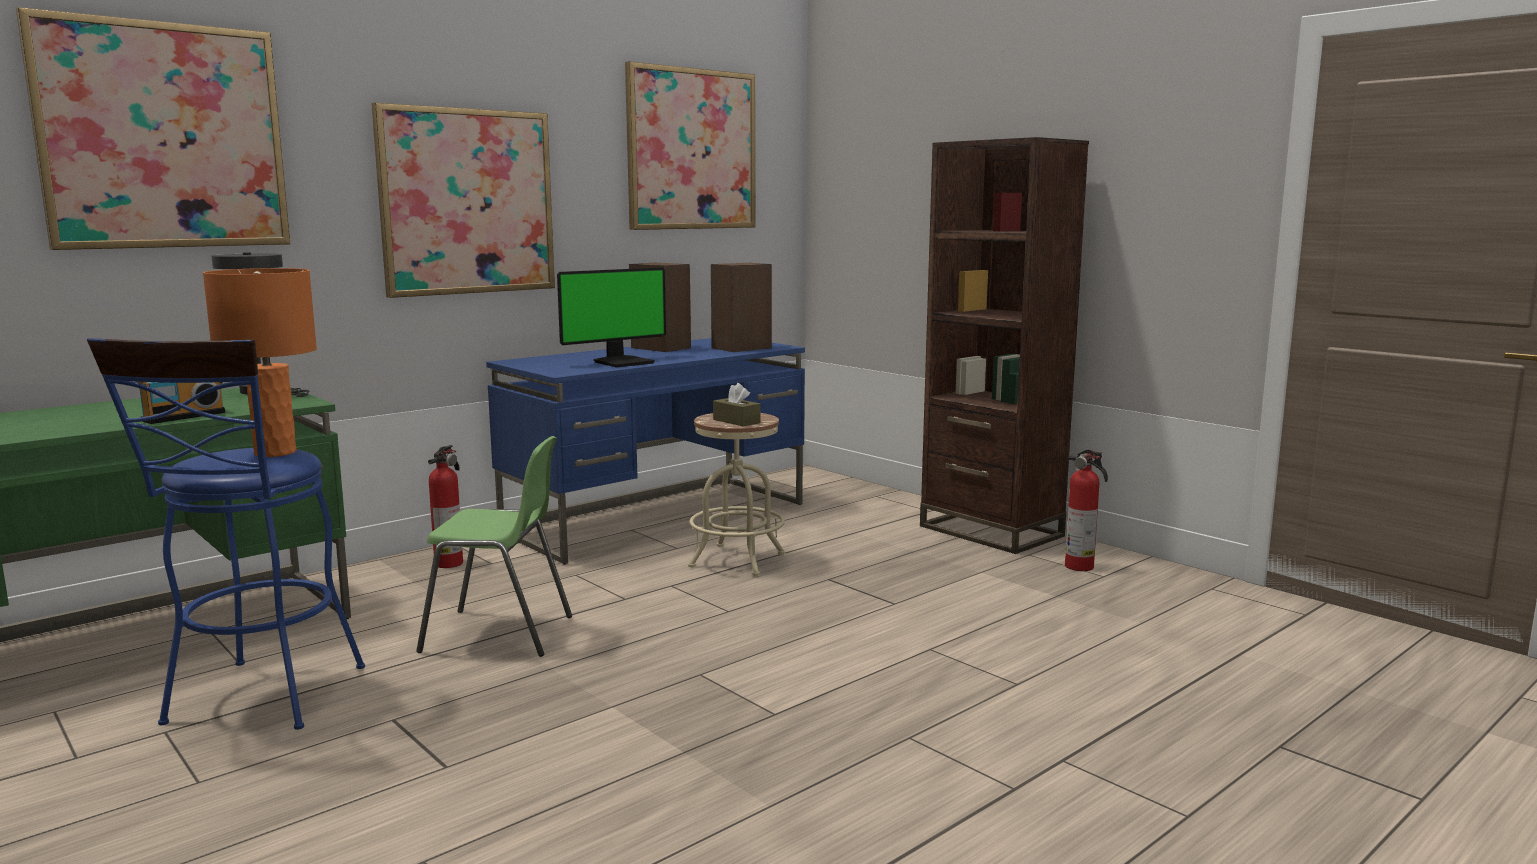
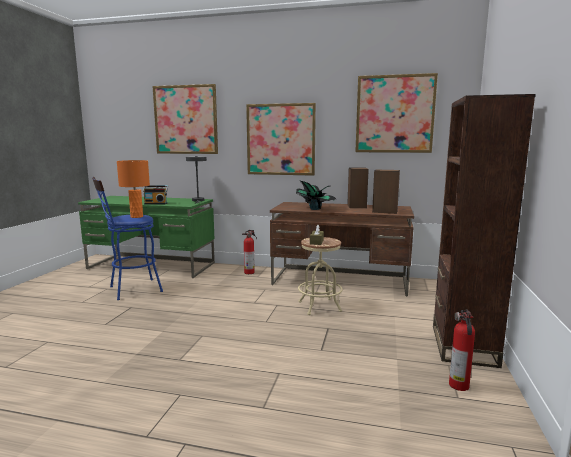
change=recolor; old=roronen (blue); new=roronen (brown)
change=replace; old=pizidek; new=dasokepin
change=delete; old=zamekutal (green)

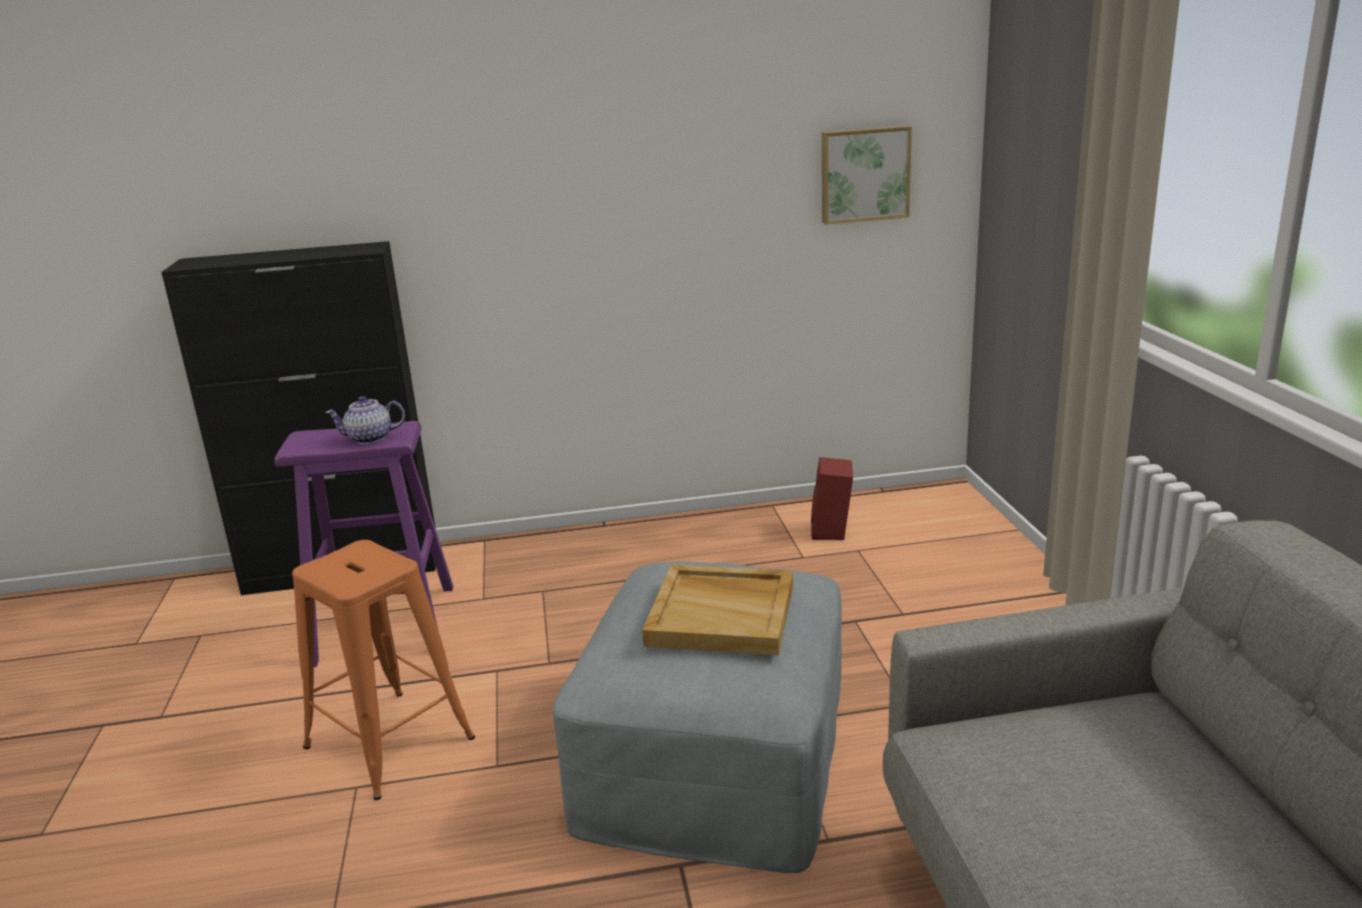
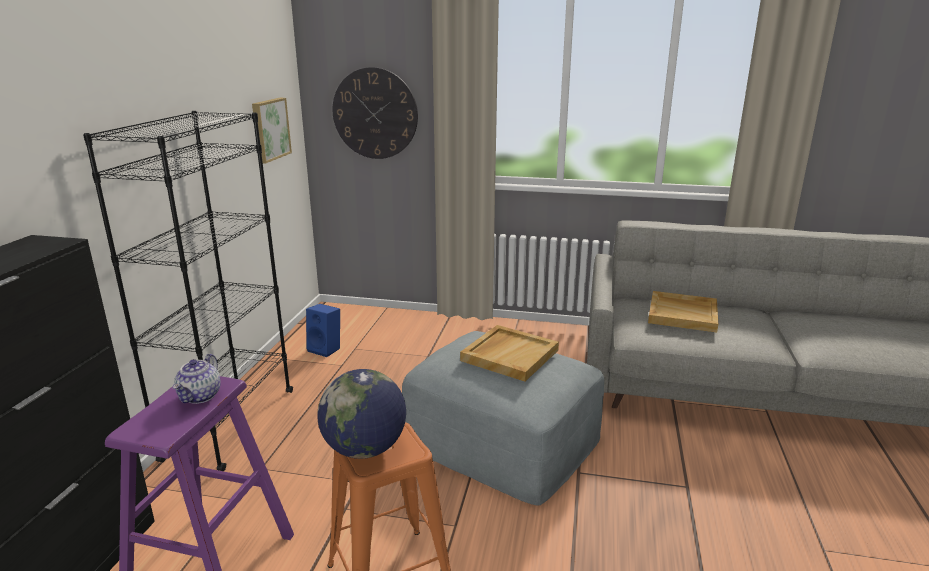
change=insert; new=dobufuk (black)
change=recolor; old=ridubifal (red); new=ridubifal (blue)
change=insert; new=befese
change=insert; new=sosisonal
change=insert; new=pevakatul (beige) (2nd from left)

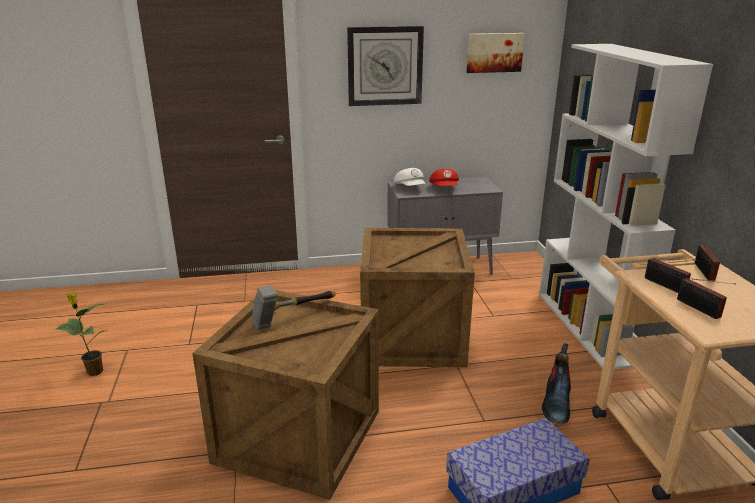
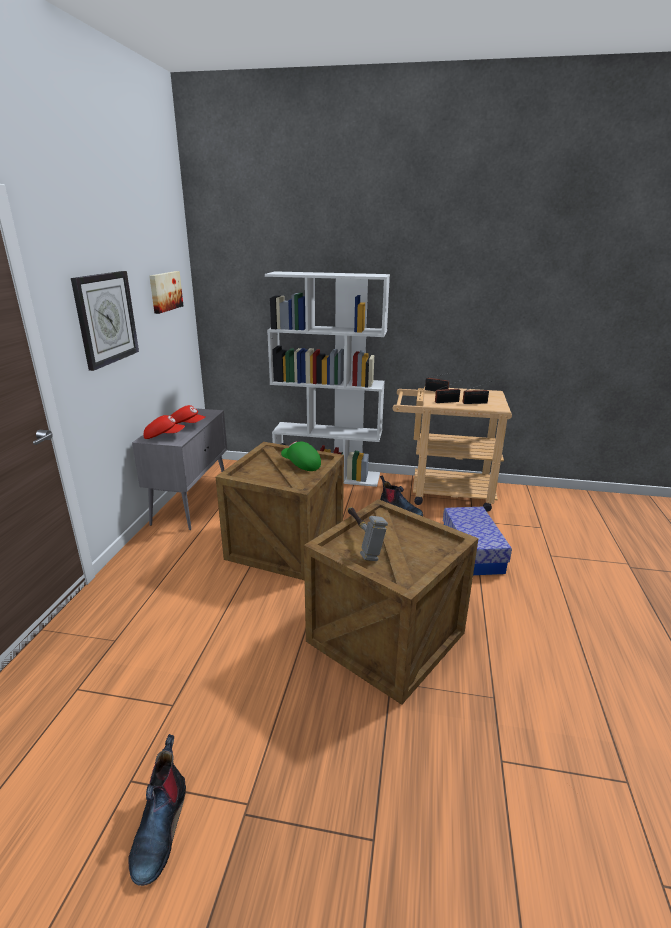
change=replace; old=dasokepin; new=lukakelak (1st from left)
change=recolor; old=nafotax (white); new=nafotax (red) (1st from left)
change=insert; new=nafotax (green)

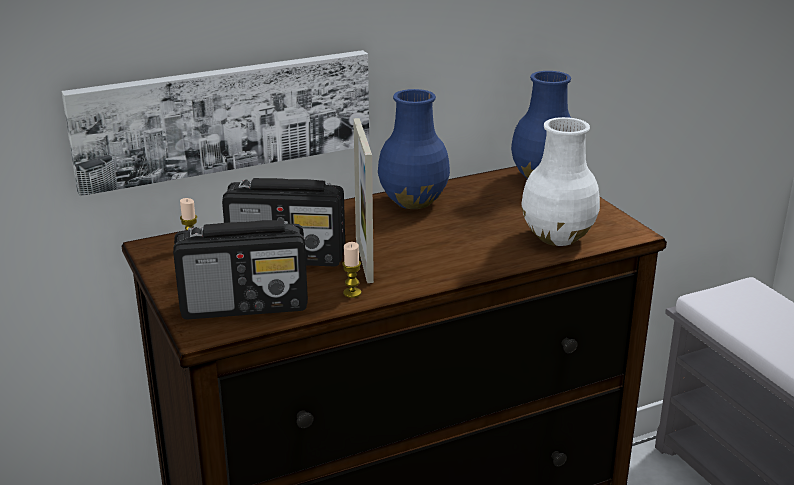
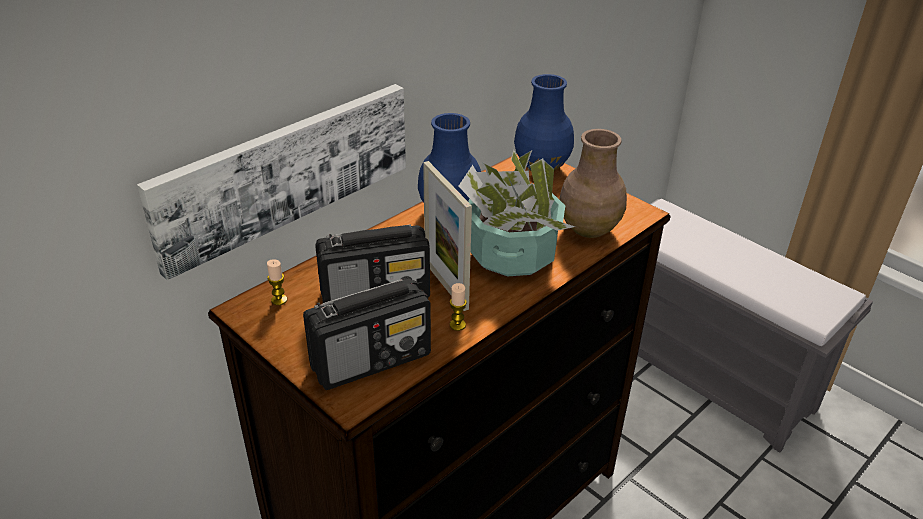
change=insert; new=dasokepin
change=recolor; old=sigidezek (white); new=sigidezek (brown)

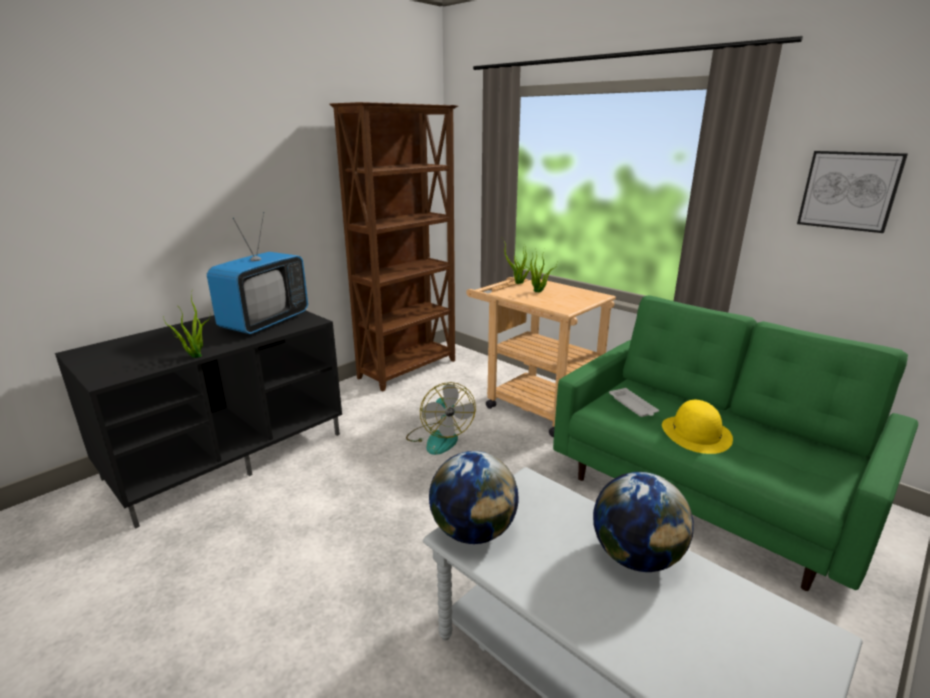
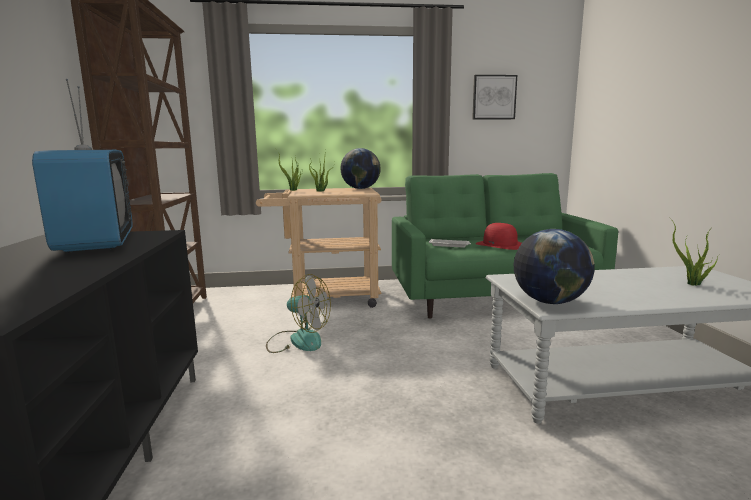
change=move; old=befese (2nd from left in the first image); new=befese (1st from left)
change=recolor; old=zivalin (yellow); new=zivalin (red)
change=move; old=dasokepin (1st from left in the first image); new=dasokepin (3rd from left)

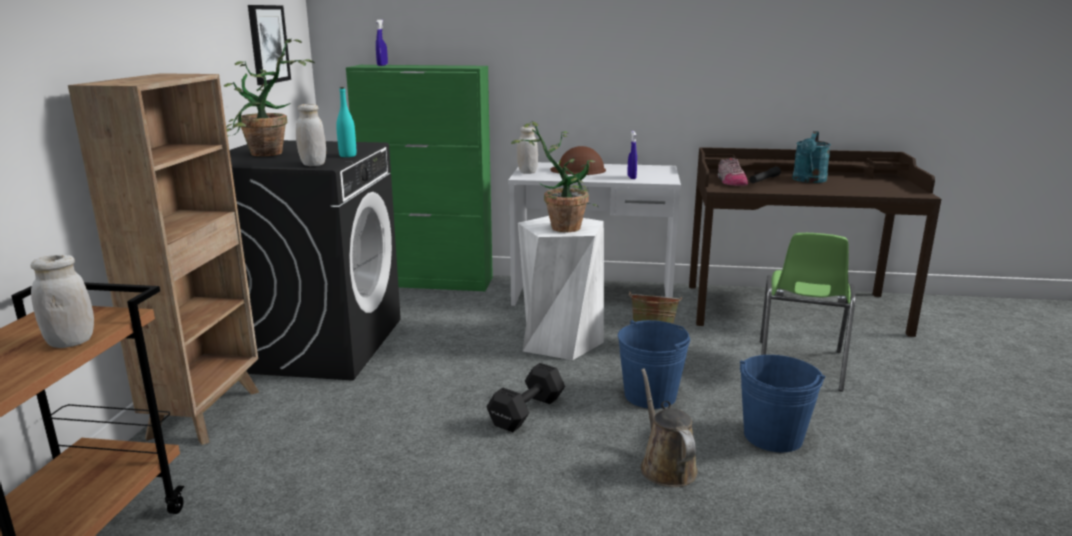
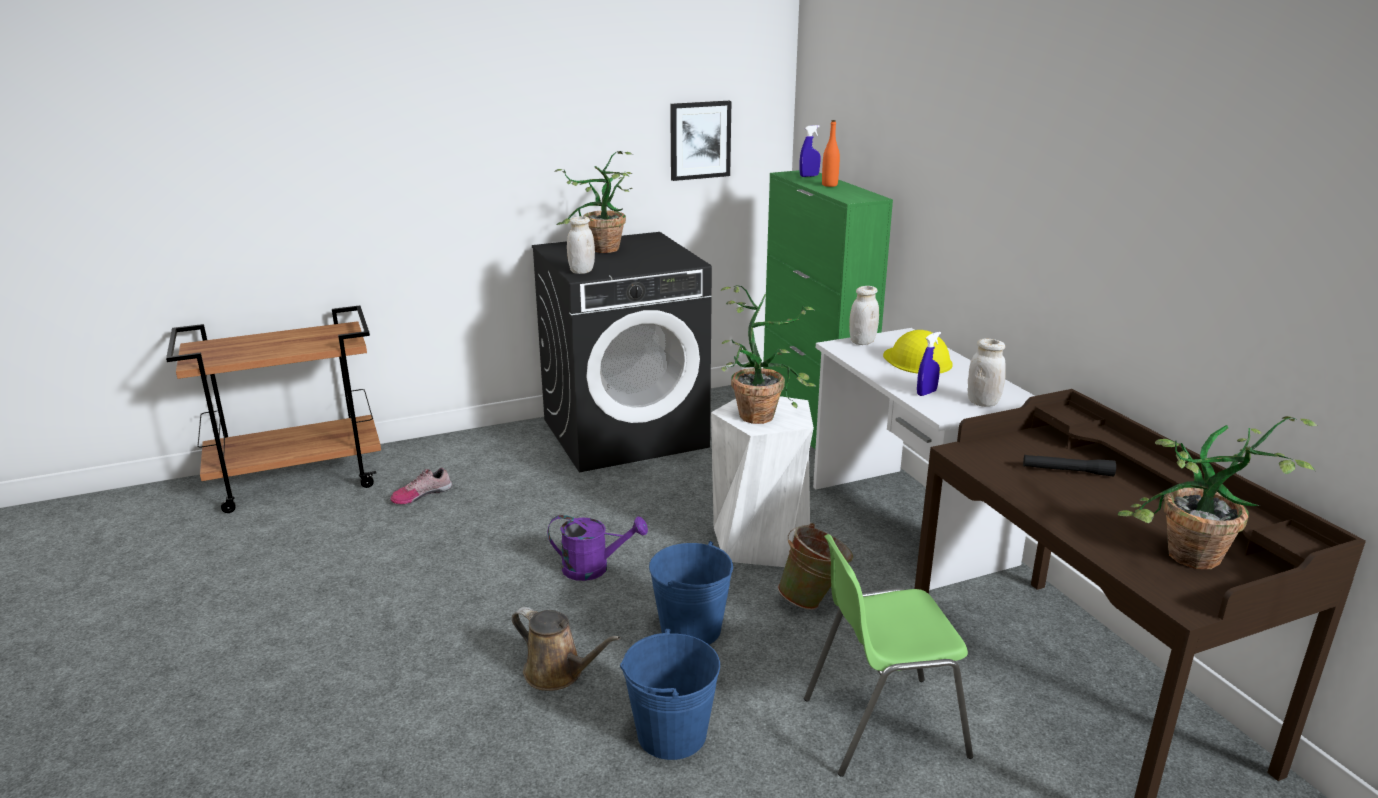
change=move; old=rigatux
change=rotate; old=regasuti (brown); degrees=75
change=replace; old=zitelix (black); new=regasuti (purple)
change=insert; new=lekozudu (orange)
change=recolor; old=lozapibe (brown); new=lozapibe (yellow)
change=move; old=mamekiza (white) (1st from left in the first image); new=mamekiza (white) (3rd from left)
change=insert; new=dasokepin (3rd from left)
change=delete; old=dobufuk (brown)
change=delete; old=lekozudu (turquoise)
change=delete; old=regasuti (turquoise)

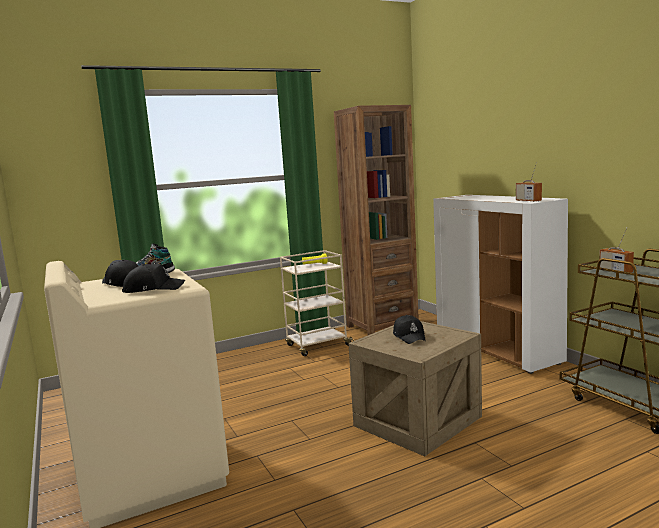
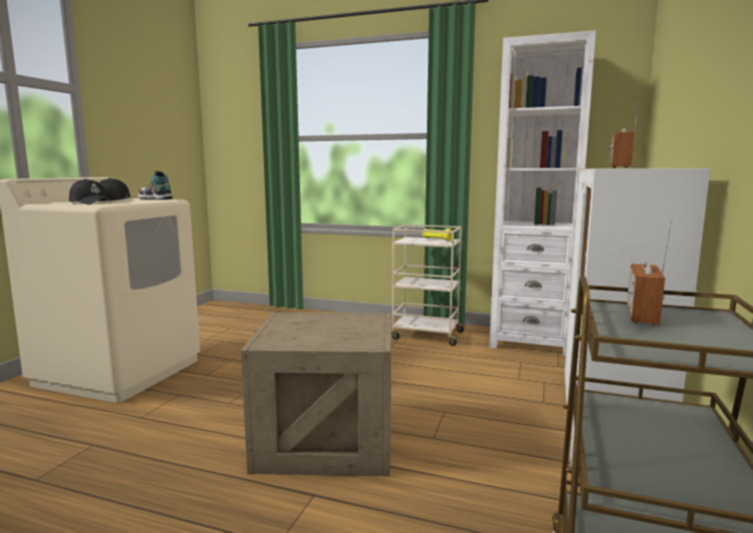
change=recolor; old=dobufuk (brown); new=dobufuk (white)
change=delete; old=nafotax (black) (3rd from left)

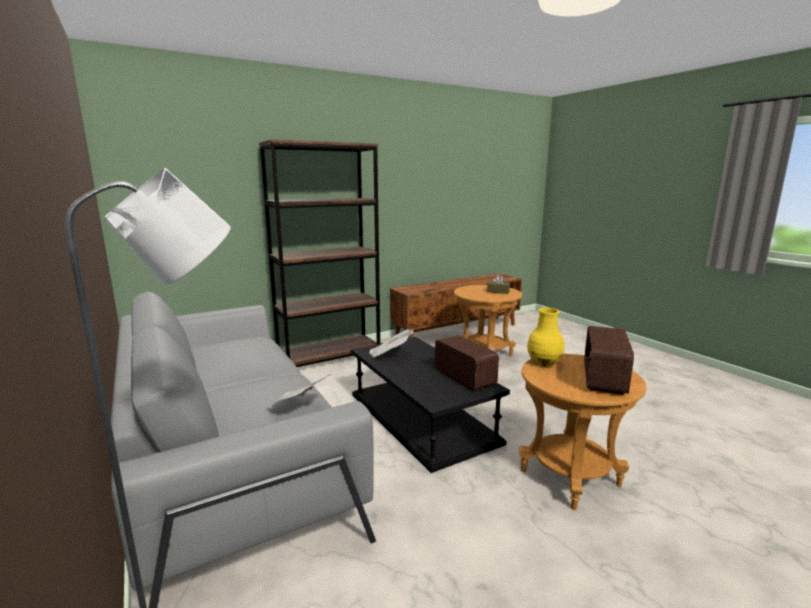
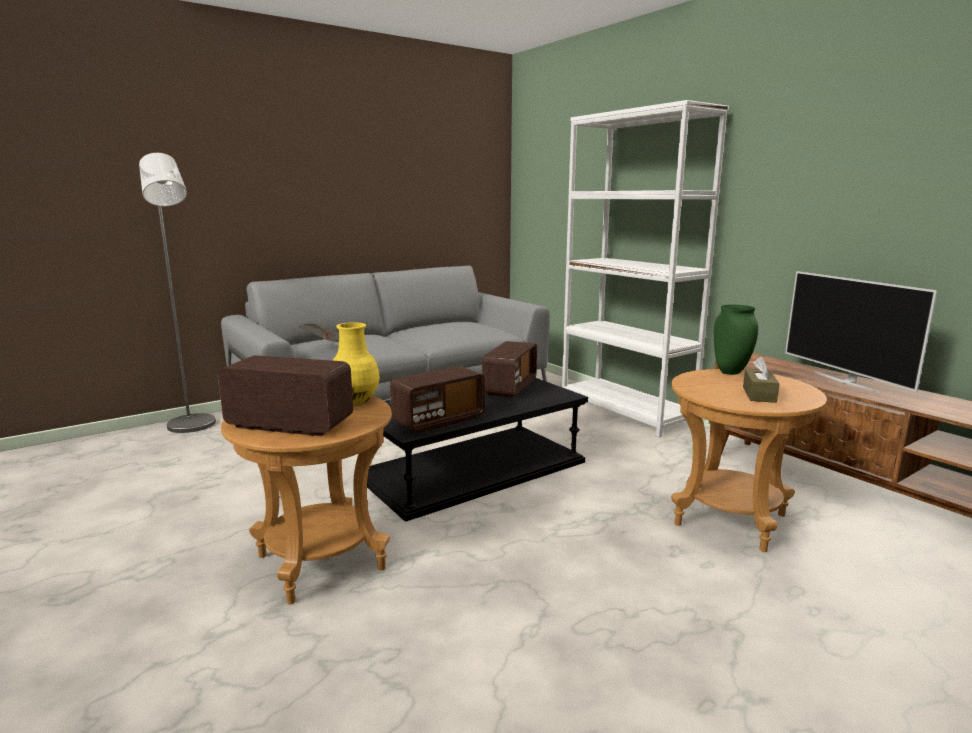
change=replace; old=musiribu (2nd from left); new=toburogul (3rd from left)
change=recolor; old=dobufuk (brown); new=dobufuk (white)
change=insert; new=sigidezek (green)
change=insert; new=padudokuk

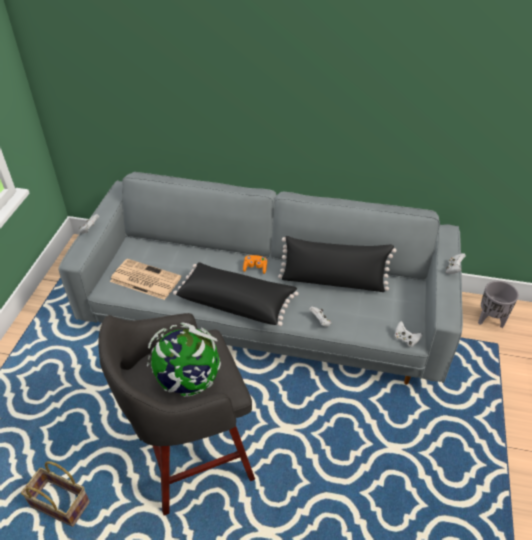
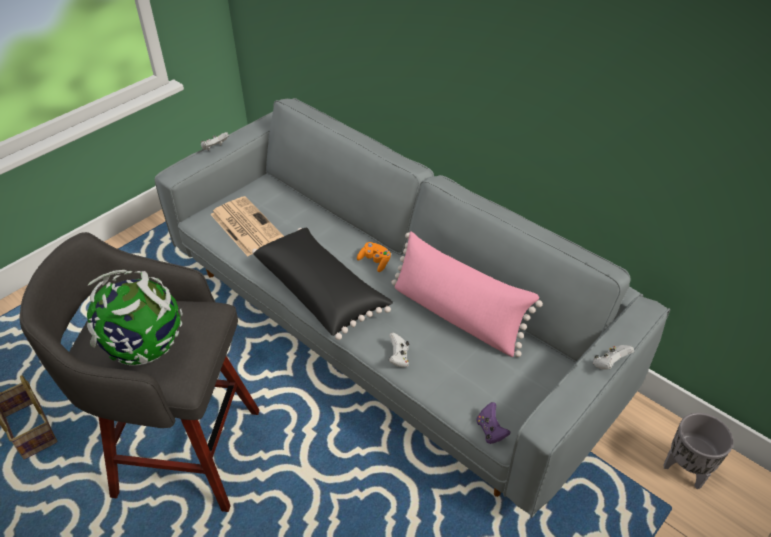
change=recolor; old=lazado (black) (2nd from left); new=lazado (pink)
change=recolor; old=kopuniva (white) (3rd from left); new=kopuniva (purple)

